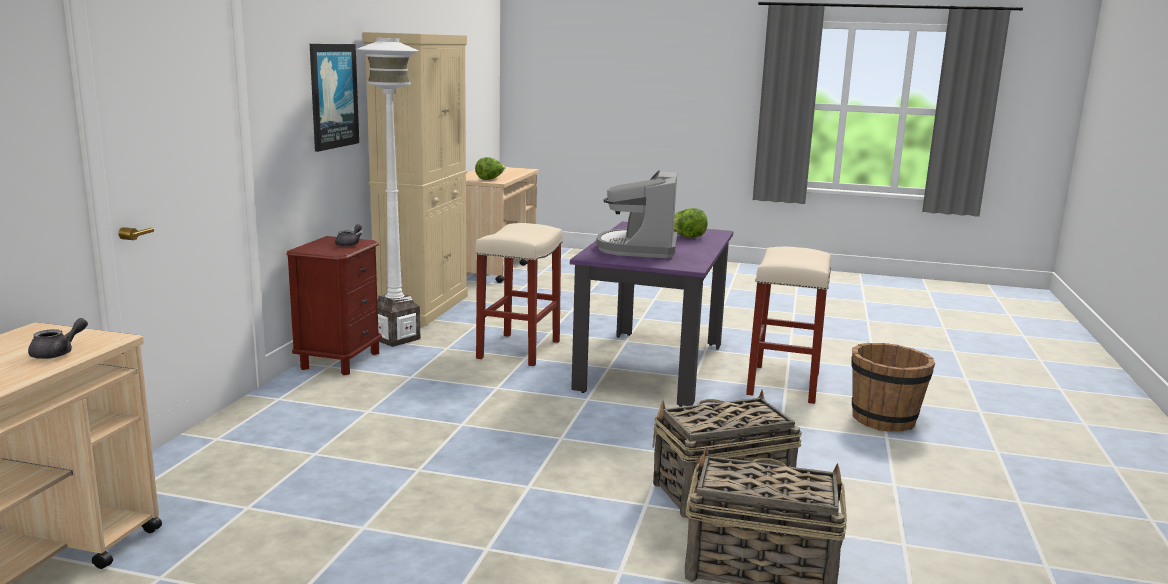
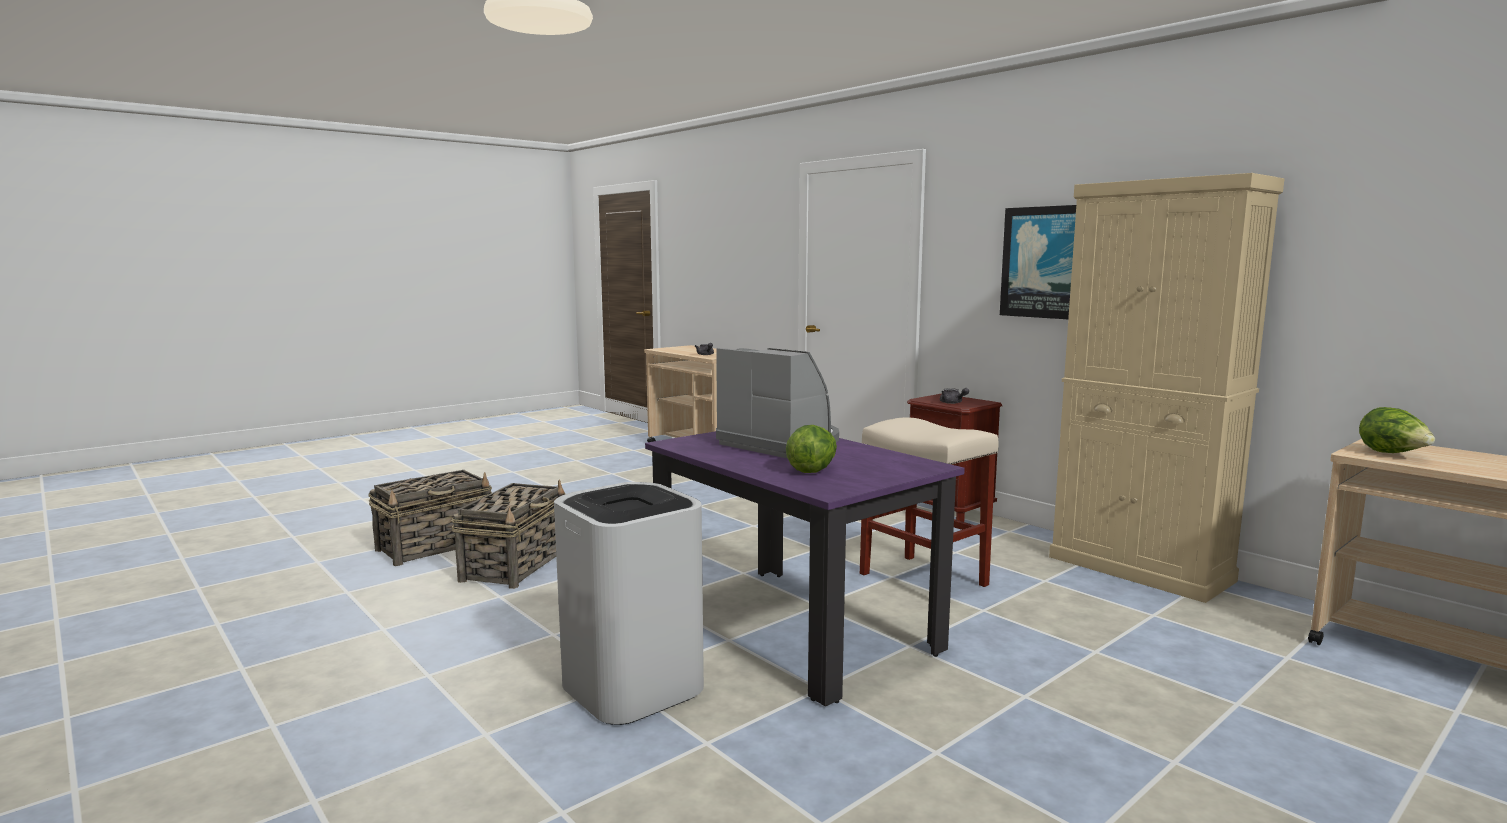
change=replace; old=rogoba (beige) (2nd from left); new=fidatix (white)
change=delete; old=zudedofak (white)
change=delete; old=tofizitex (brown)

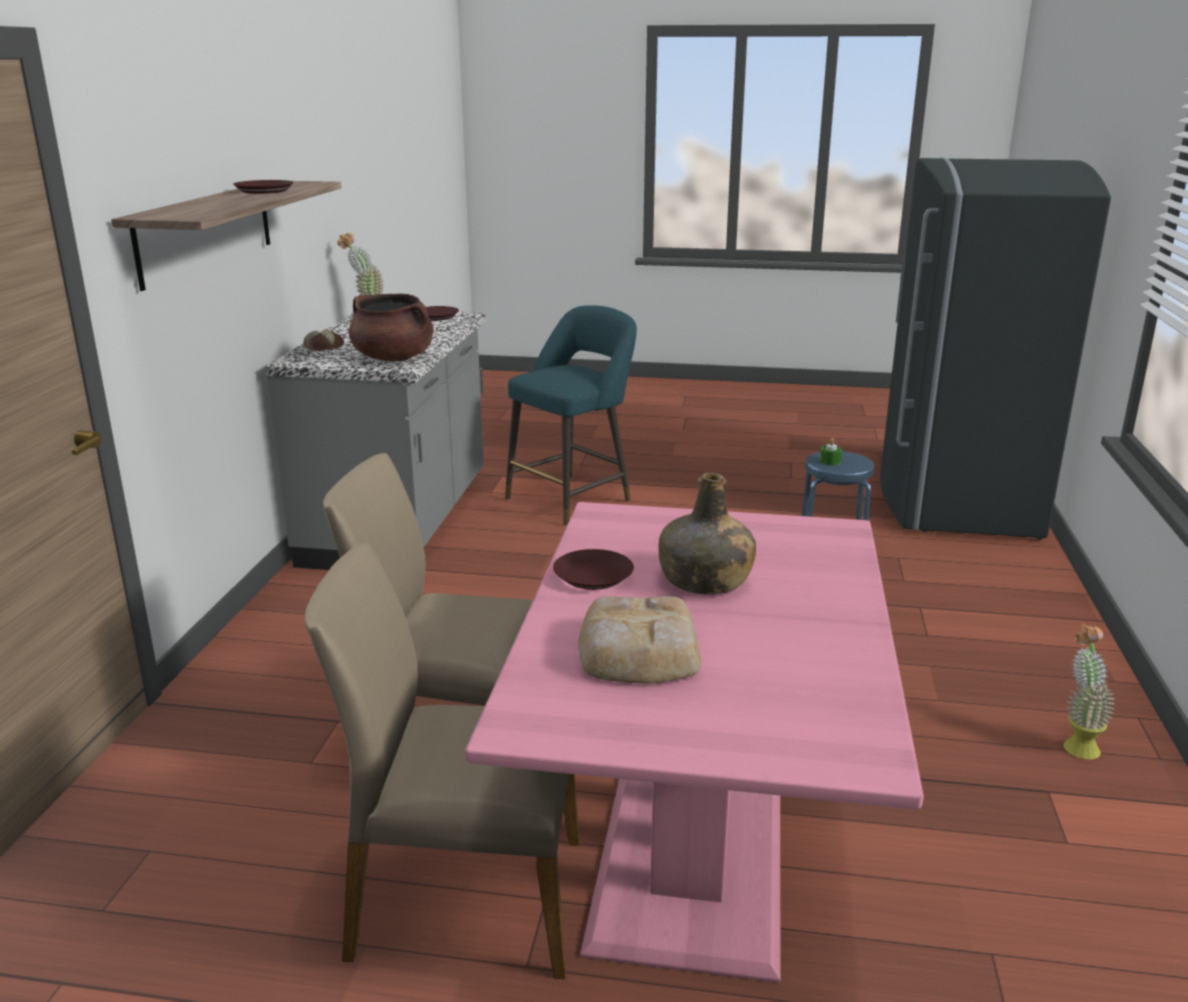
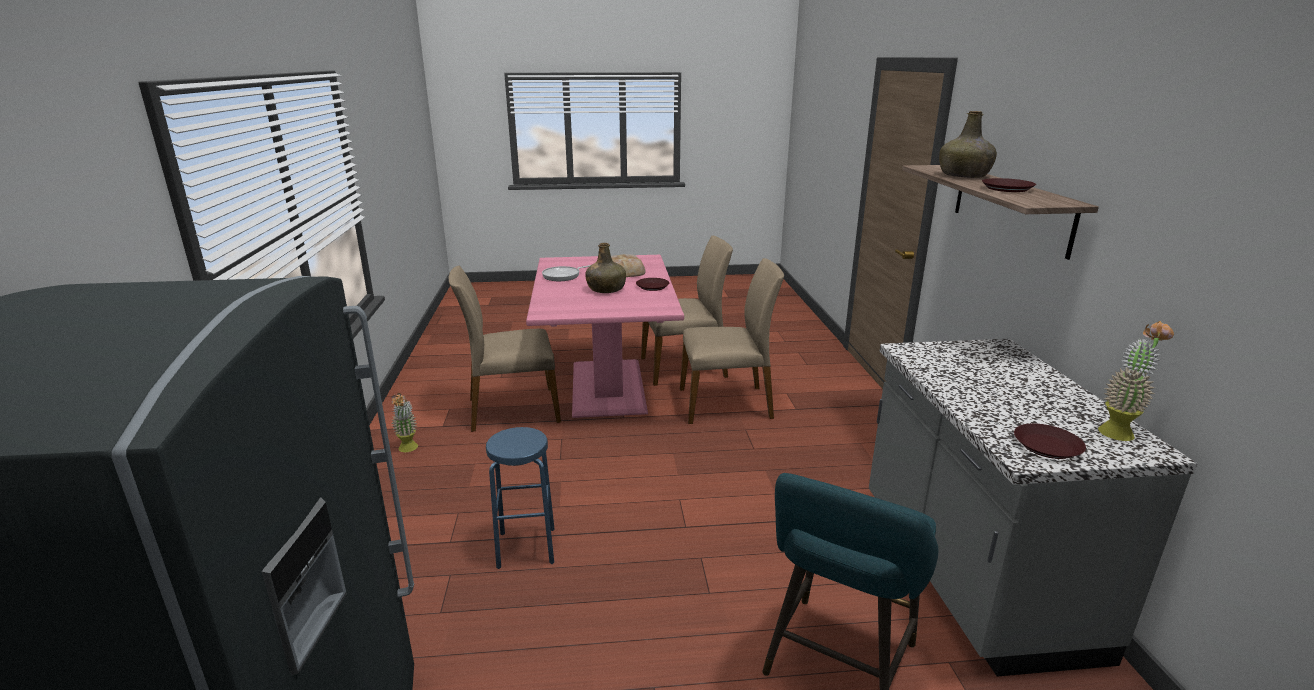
change=insert; new=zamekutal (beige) (1st from left)
change=insert; new=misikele
change=insert; new=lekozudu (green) (2nd from left)
change=delete; old=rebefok (1st from left)
change=delete; old=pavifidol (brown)
change=delete; old=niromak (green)

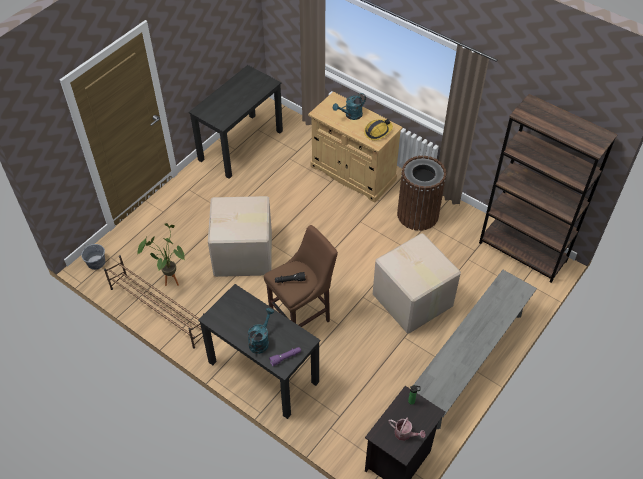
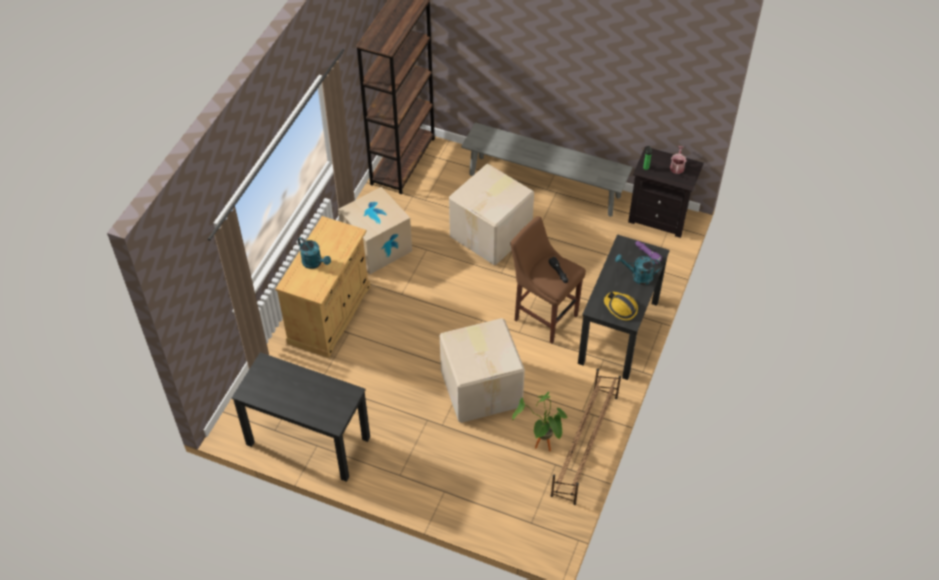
change=replace; old=fidatix (brown); new=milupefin (1st from left)
change=move; old=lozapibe
change=delete; old=tofizitex (grey)

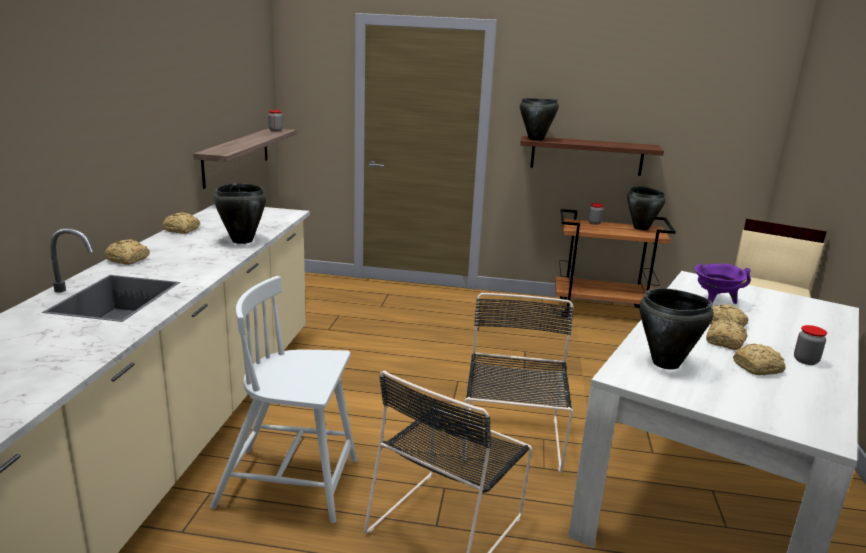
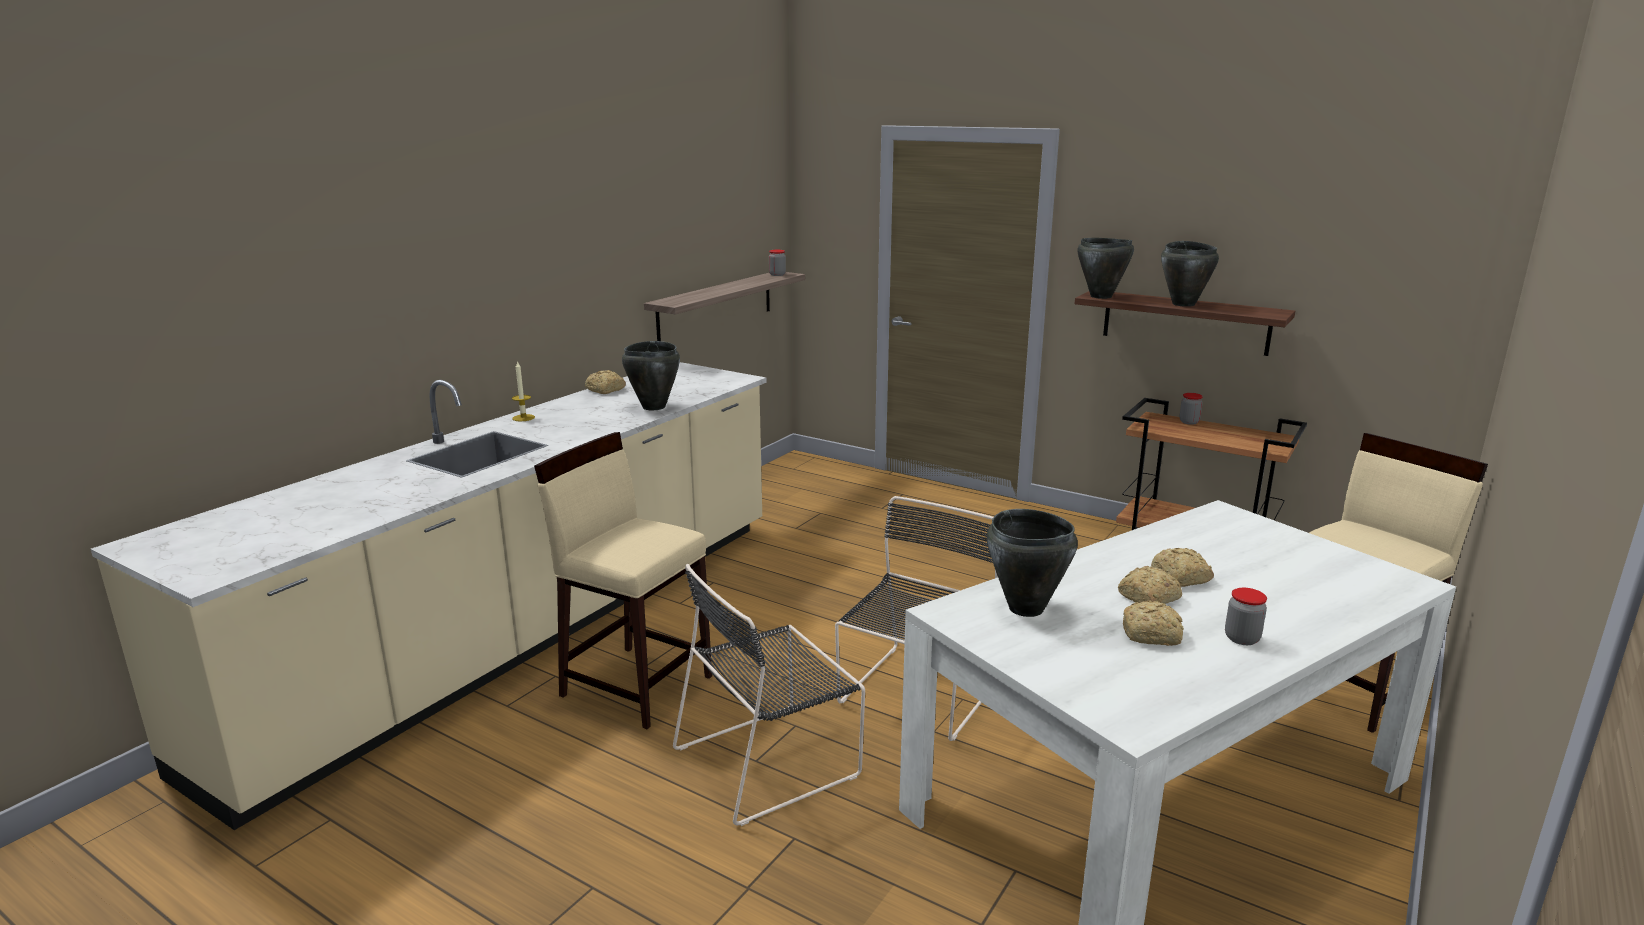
change=replace; old=rebefok (1st from left); new=niromak
change=replace; old=zamekutal (white); new=rogoba (beige) (1st from left)
change=move; old=pavifidol (black) (3rd from left in the first image); new=pavifidol (black) (4th from left)
change=delete; old=pavifidol (purple)

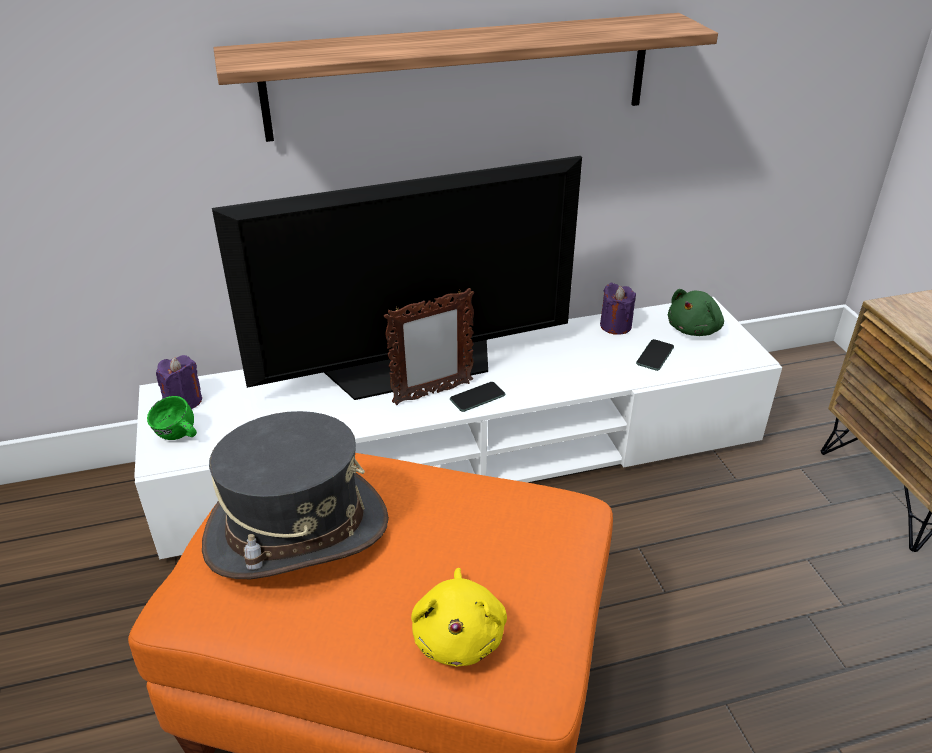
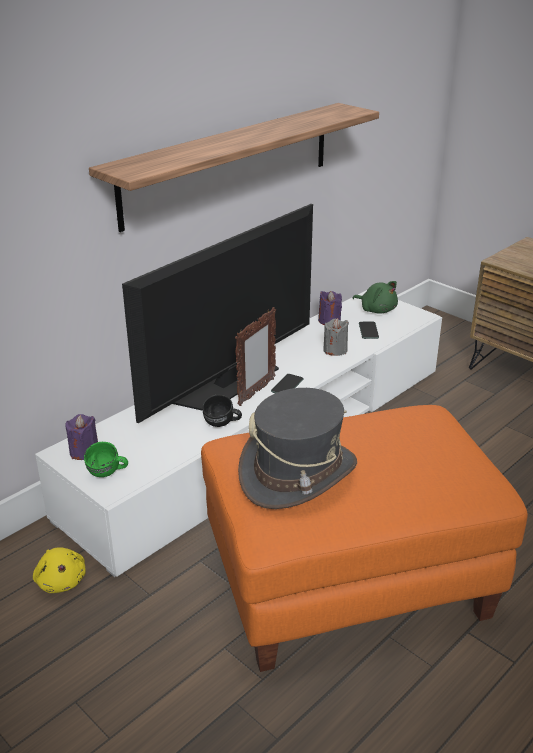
change=move; old=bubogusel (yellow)
change=insert; new=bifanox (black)
change=insert; new=niromak (grey)
change=rotate; old=bubogusel (green); degrees=-60

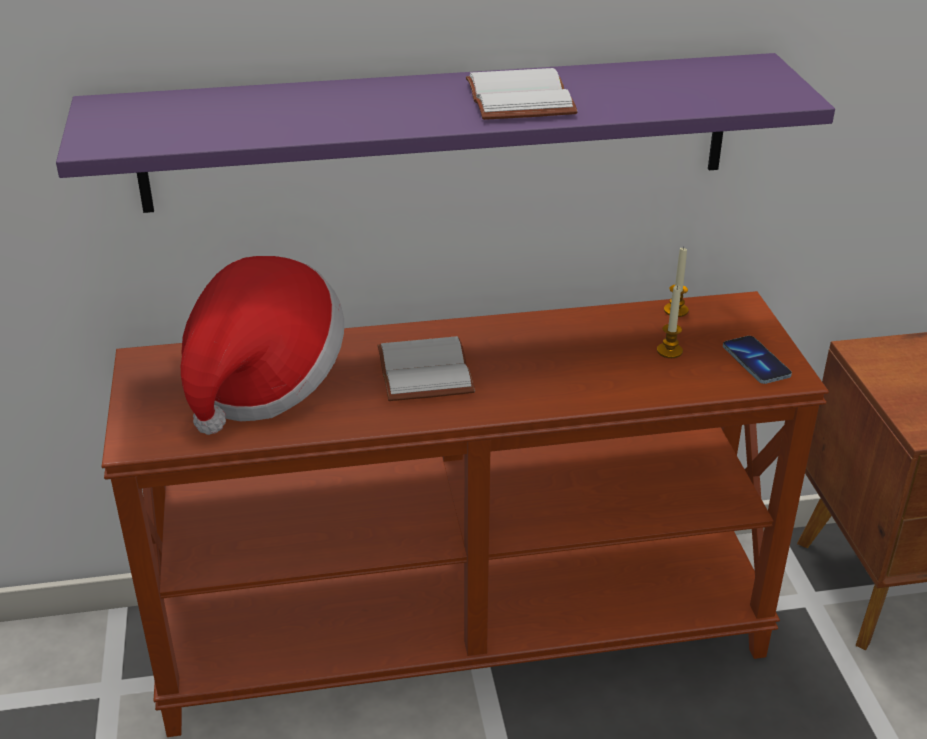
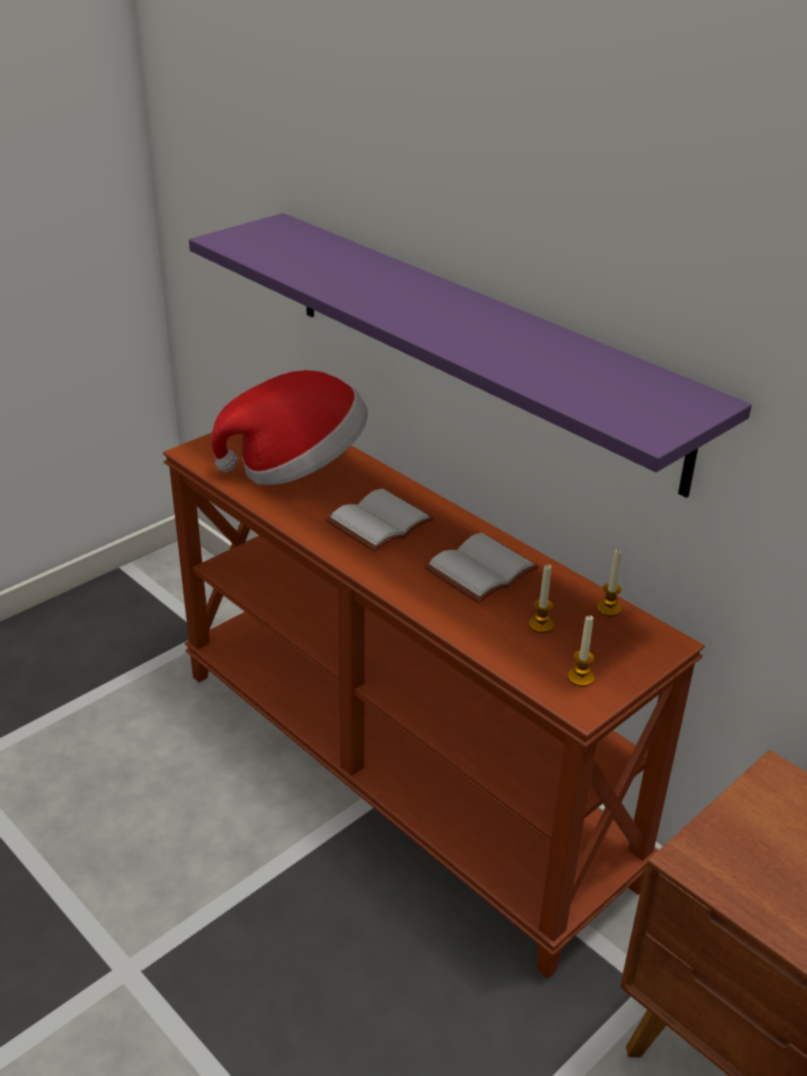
change=move; old=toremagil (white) (2nd from left)
change=replace; old=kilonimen; new=niromak (2nd from left)

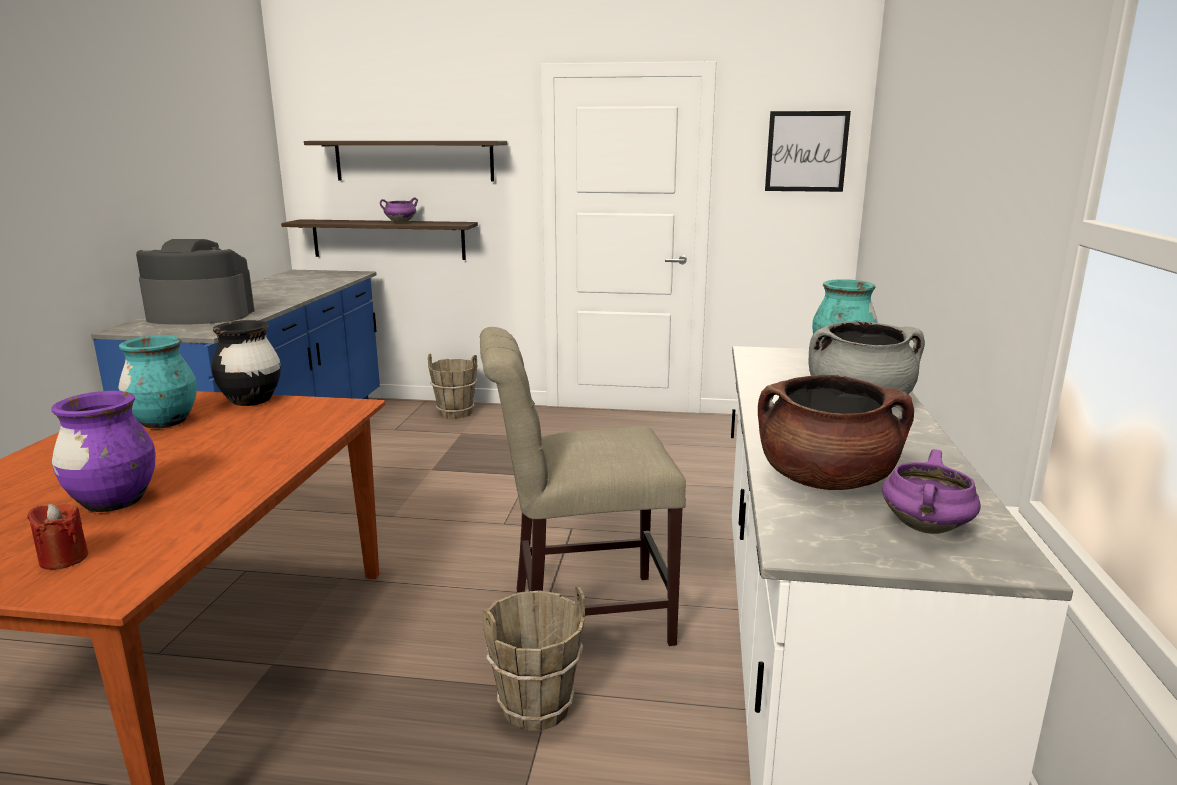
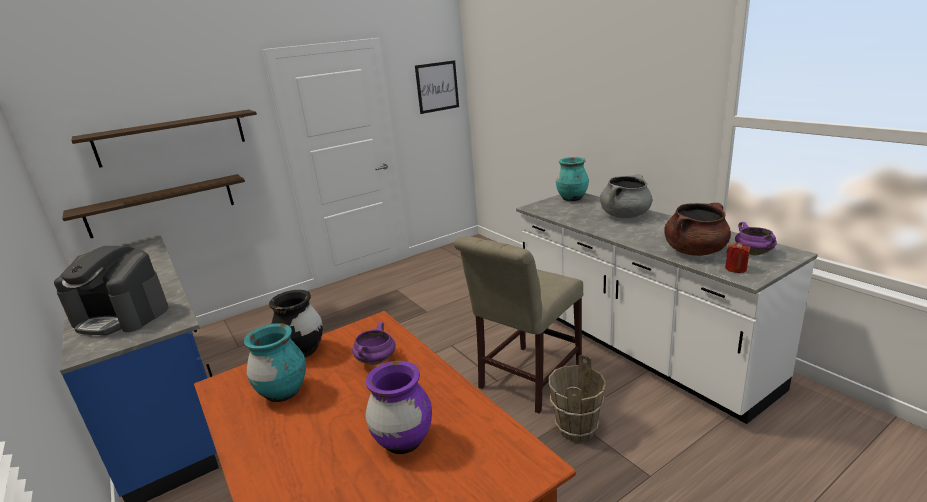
change=rotate; old=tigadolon; degrees=-120
change=move; old=pavifidol (purple) (1st from left)
change=move; old=niromak (red)
change=delete; old=tofizitex (brown) (1st from left)

